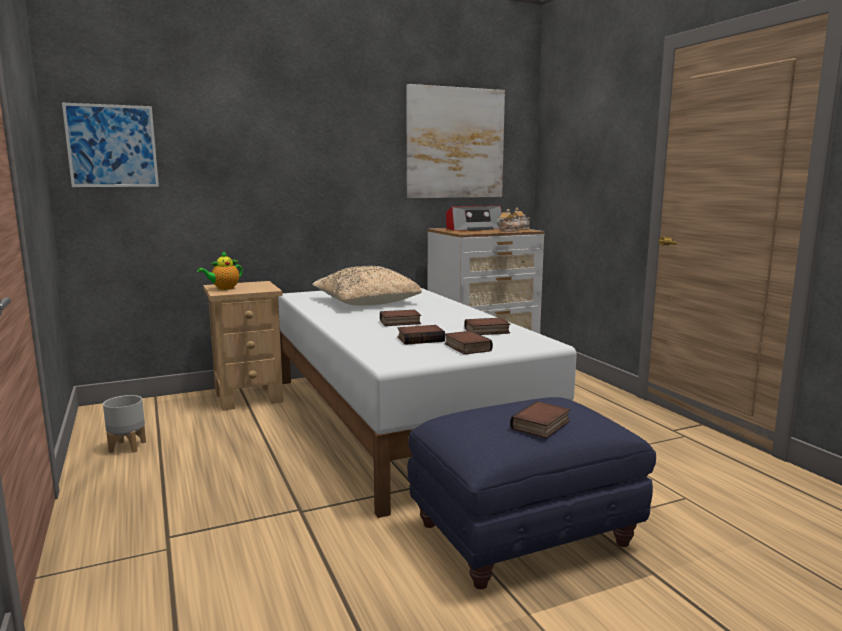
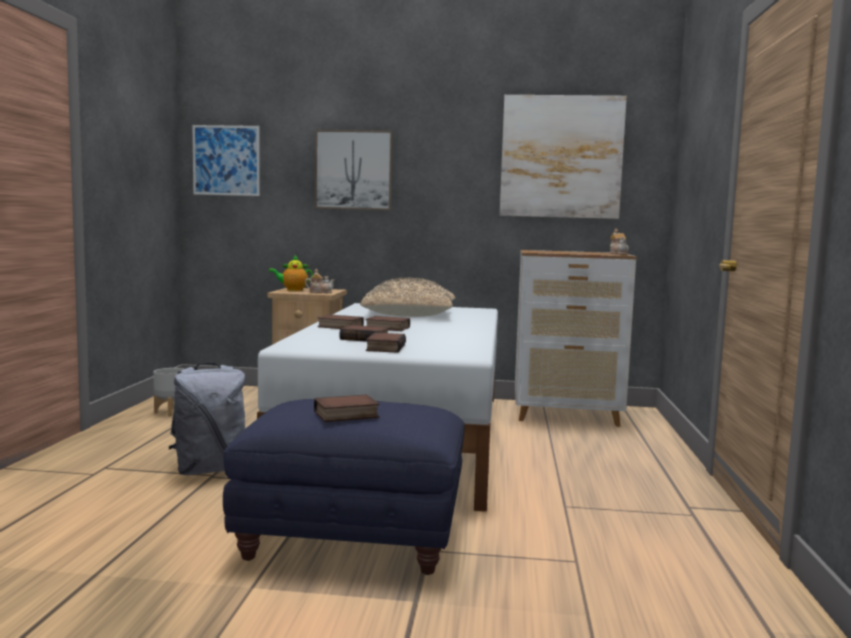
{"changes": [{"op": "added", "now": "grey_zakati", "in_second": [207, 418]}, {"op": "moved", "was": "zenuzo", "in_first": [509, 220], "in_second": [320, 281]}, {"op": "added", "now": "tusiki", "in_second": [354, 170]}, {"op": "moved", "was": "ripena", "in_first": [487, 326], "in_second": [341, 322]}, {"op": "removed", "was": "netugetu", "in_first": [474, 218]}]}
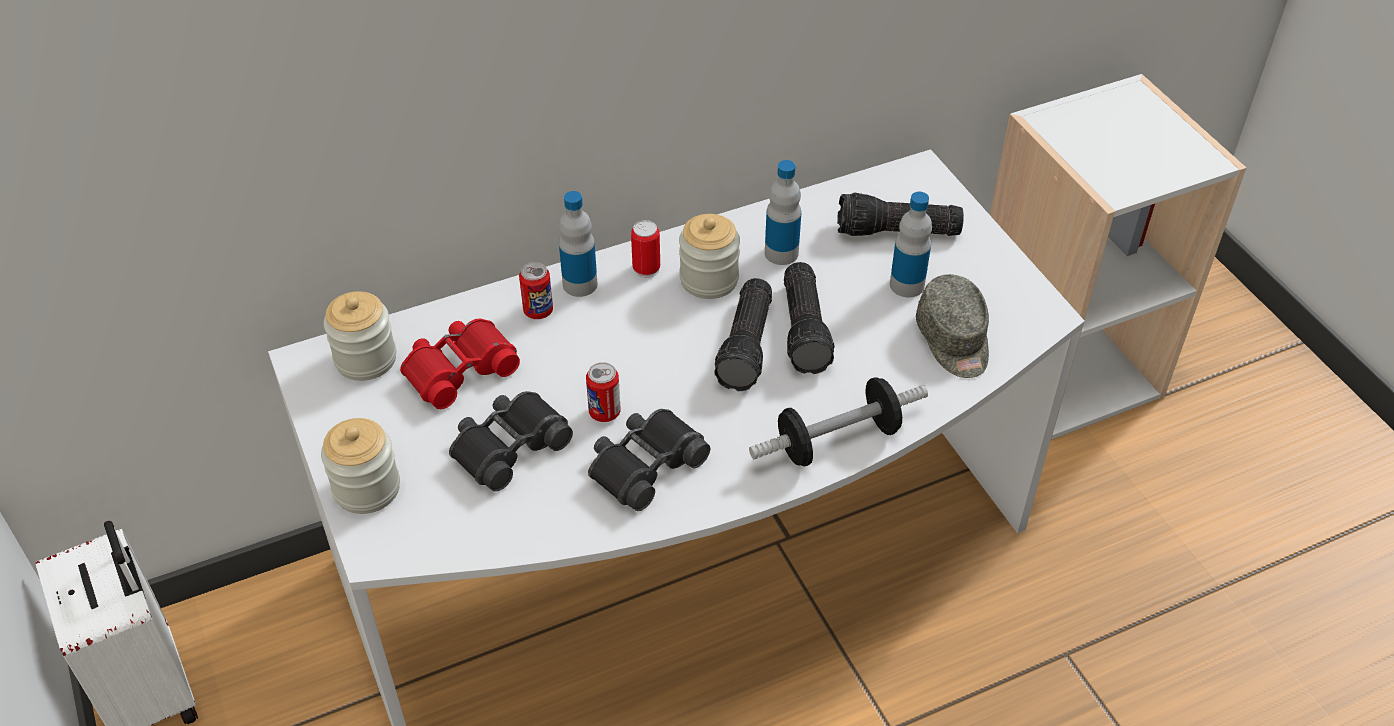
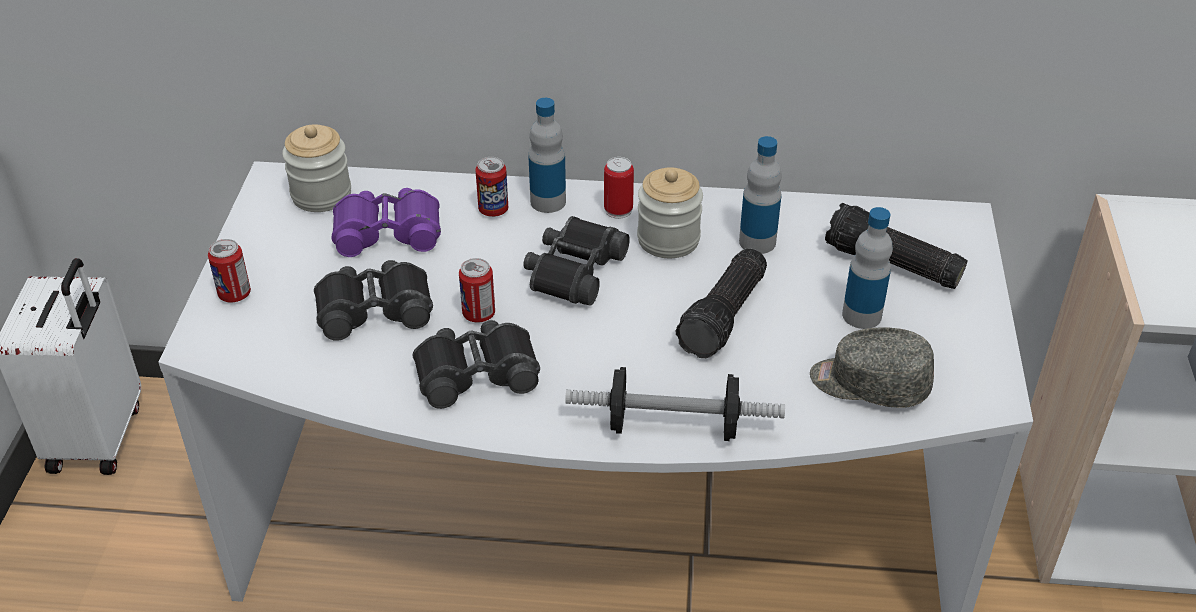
{"changes": [{"op": "replaced", "was": "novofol", "now": "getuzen", "in_first": [360, 466], "in_second": [229, 270]}, {"op": "recoloured", "was": "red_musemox", "now": "purple_musemox", "in_first": [460, 364], "in_second": [386, 222]}, {"op": "added", "now": "black_musemox", "in_second": [576, 261]}, {"op": "turned", "was": "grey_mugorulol", "in_first": [952, 326], "in_second": [872, 367], "clockwise": 90}, {"op": "removed", "was": "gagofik", "in_first": [743, 334]}]}
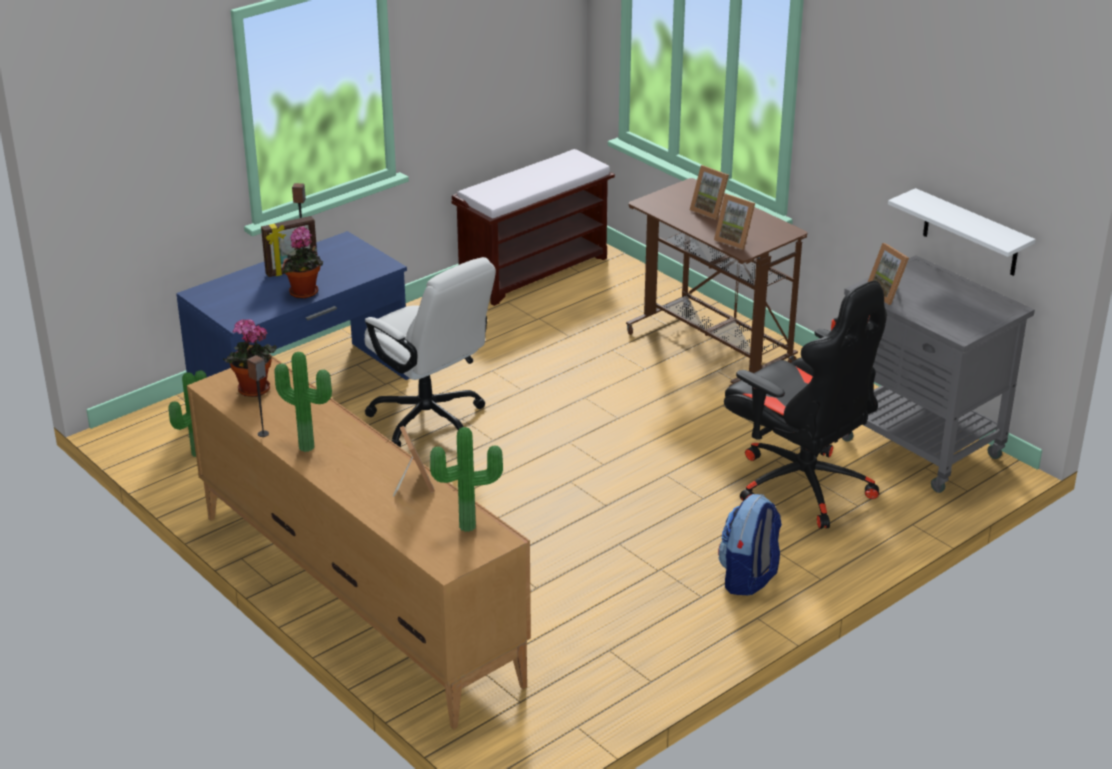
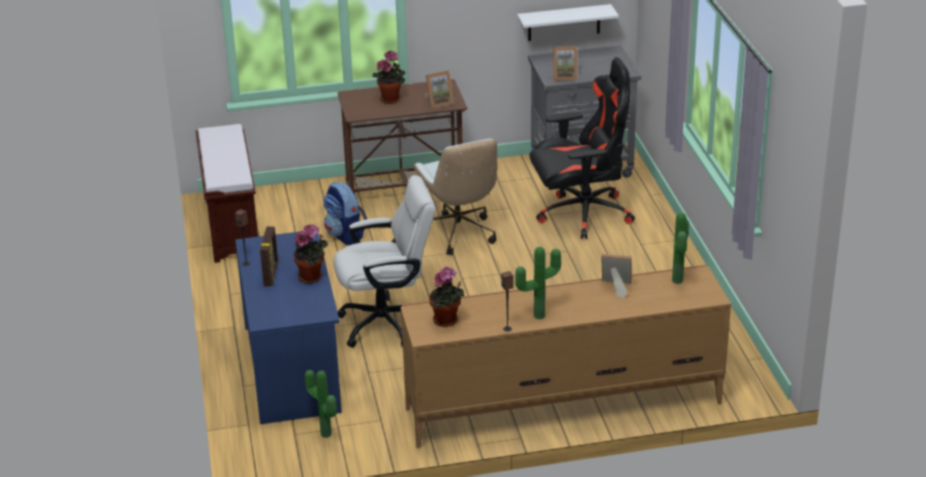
{"changes": [{"op": "moved", "was": "zakati", "in_first": [750, 545], "in_second": [345, 213]}, {"op": "replaced", "was": "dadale", "now": "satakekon", "in_first": [709, 192], "in_second": [389, 77]}, {"op": "added", "now": "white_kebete", "in_second": [456, 197]}]}
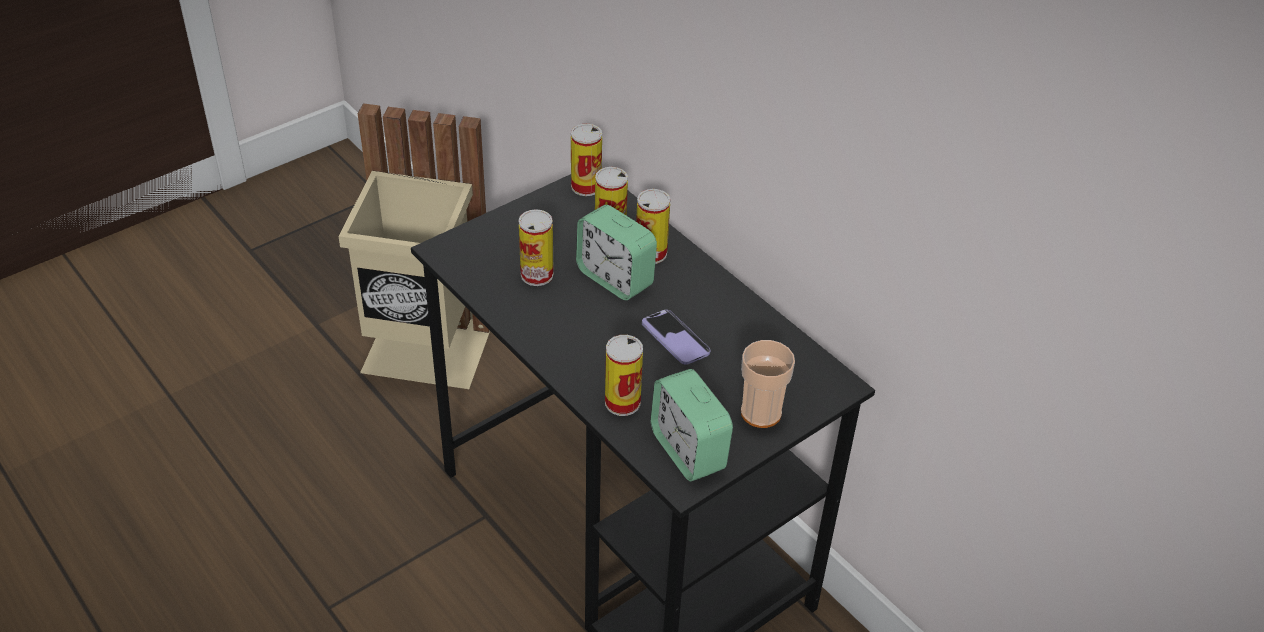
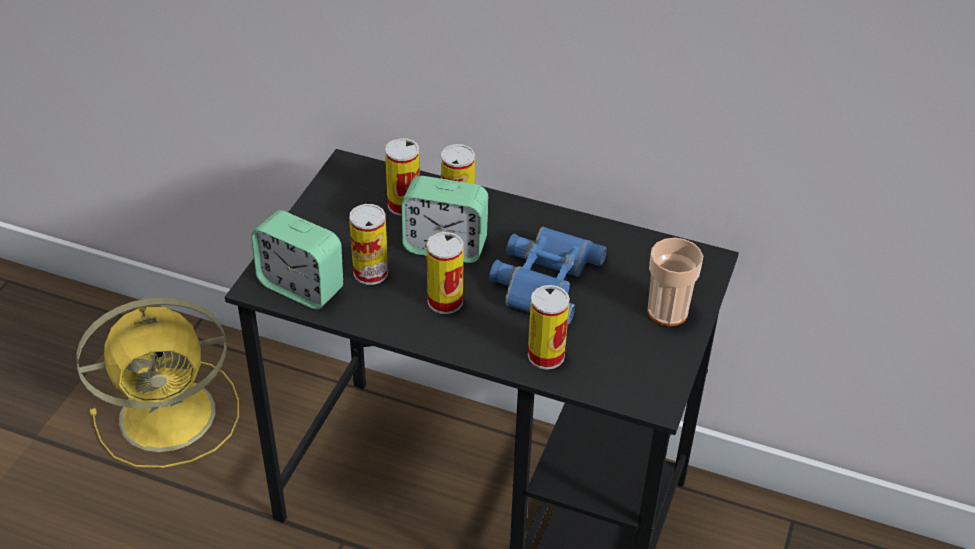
{"changes": [{"op": "replaced", "was": "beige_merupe", "now": "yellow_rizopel", "in_first": [414, 246], "in_second": [158, 382]}, {"op": "moved", "was": "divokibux", "in_first": [692, 425], "in_second": [297, 260]}, {"op": "moved", "was": "getuzen", "in_first": [586, 159], "in_second": [445, 273]}, {"op": "replaced", "was": "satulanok", "now": "blue_musemox", "in_first": [676, 337], "in_second": [548, 275]}]}
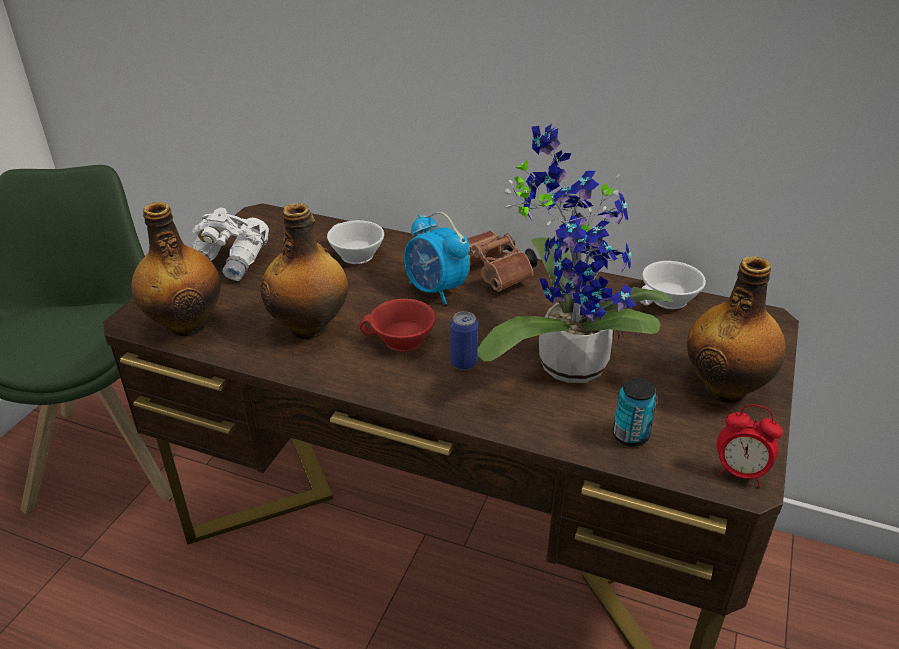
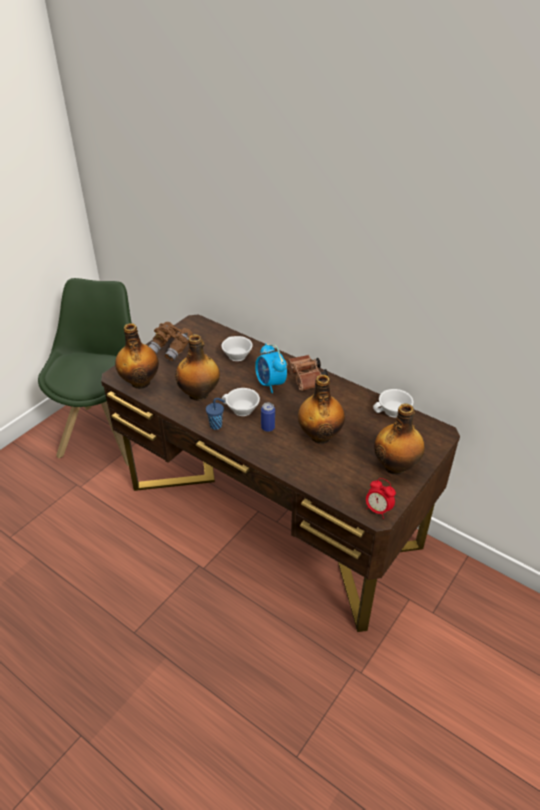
{"changes": [{"op": "recoloured", "was": "white_musemox", "now": "brown_musemox", "in_first": [230, 244], "in_second": [171, 341]}, {"op": "added", "now": "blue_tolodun", "in_second": [215, 414]}, {"op": "recoloured", "was": "red_tolodun", "now": "white_tolodun", "in_first": [397, 325], "in_second": [241, 402]}, {"op": "replaced", "was": "satakekon", "now": "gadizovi", "in_first": [575, 253], "in_second": [321, 409]}, {"op": "removed", "was": "getuzen", "in_first": [635, 413]}]}
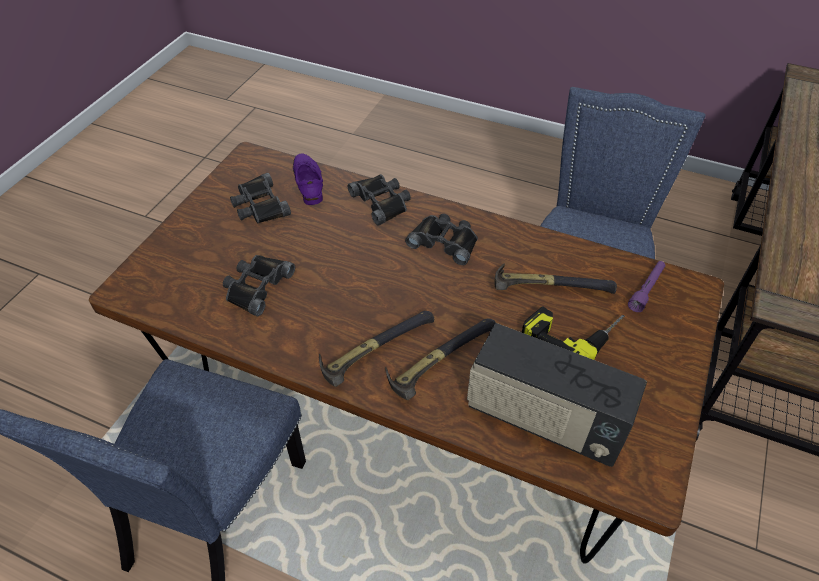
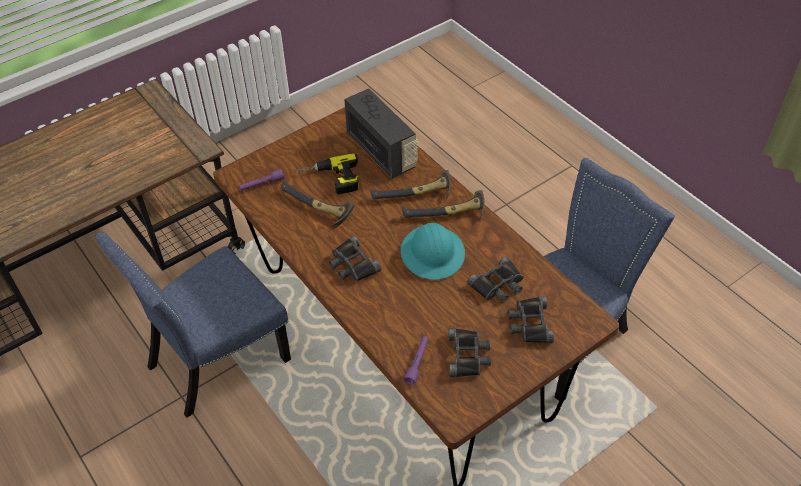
{"changes": [{"op": "added", "now": "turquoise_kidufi", "in_second": [433, 251]}, {"op": "replaced", "was": "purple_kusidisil", "now": "purple_gagofik", "in_first": [308, 179], "in_second": [416, 360]}, {"op": "moved", "was": "black_musemox", "in_first": [379, 200], "in_second": [531, 319]}]}
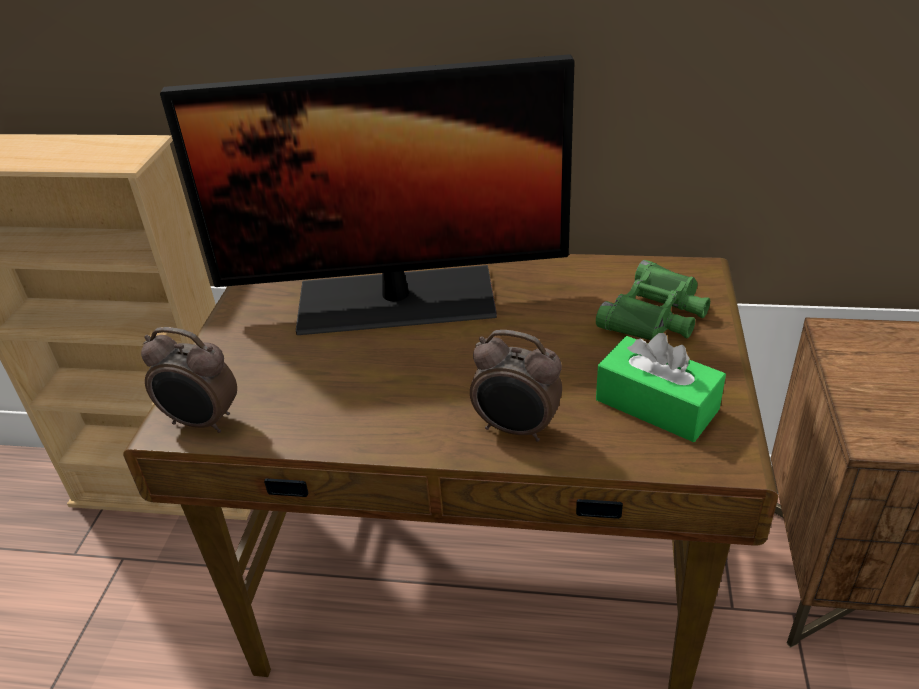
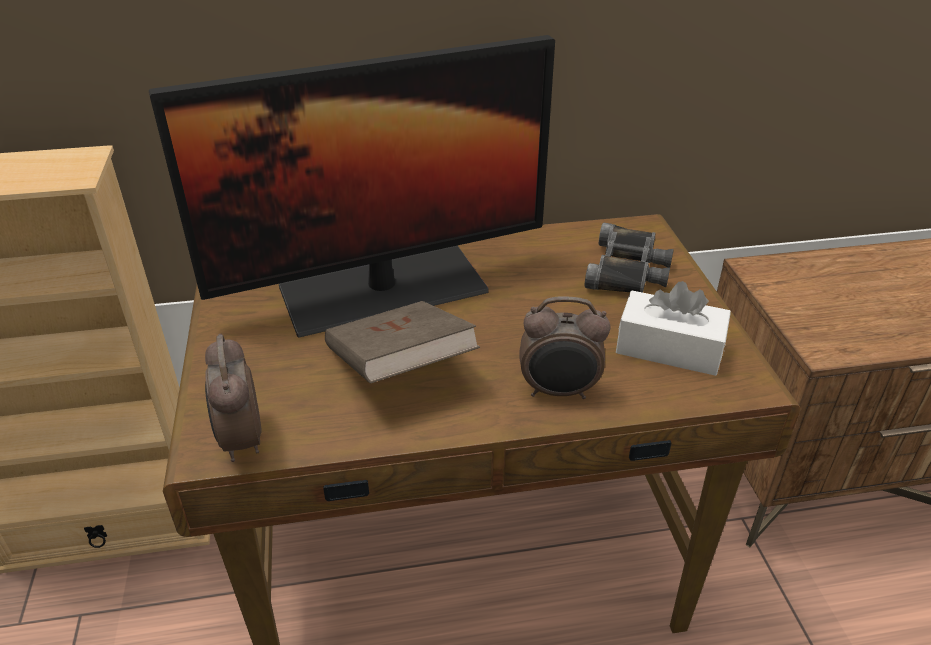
{"changes": [{"op": "turned", "was": "divokibux", "in_first": [189, 380], "in_second": [233, 398], "clockwise": 75}, {"op": "added", "now": "brown_ripena", "in_second": [402, 342]}, {"op": "recoloured", "was": "green_musemox", "now": "black_musemox", "in_first": [653, 300], "in_second": [629, 258]}, {"op": "recoloured", "was": "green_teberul", "now": "white_teberul", "in_first": [661, 387], "in_second": [673, 328]}]}
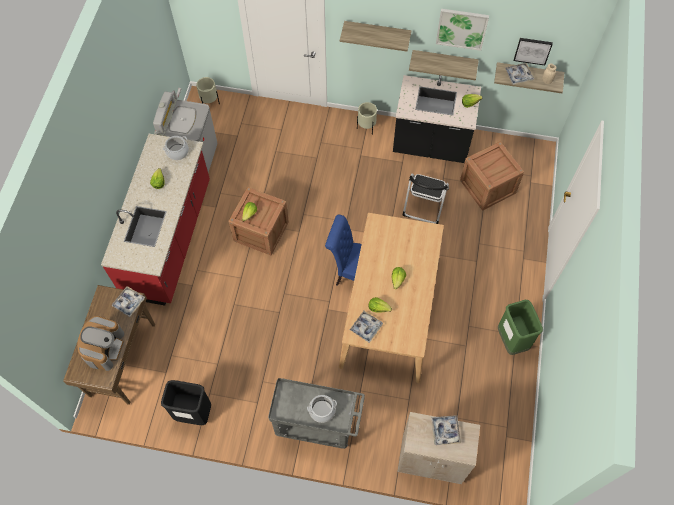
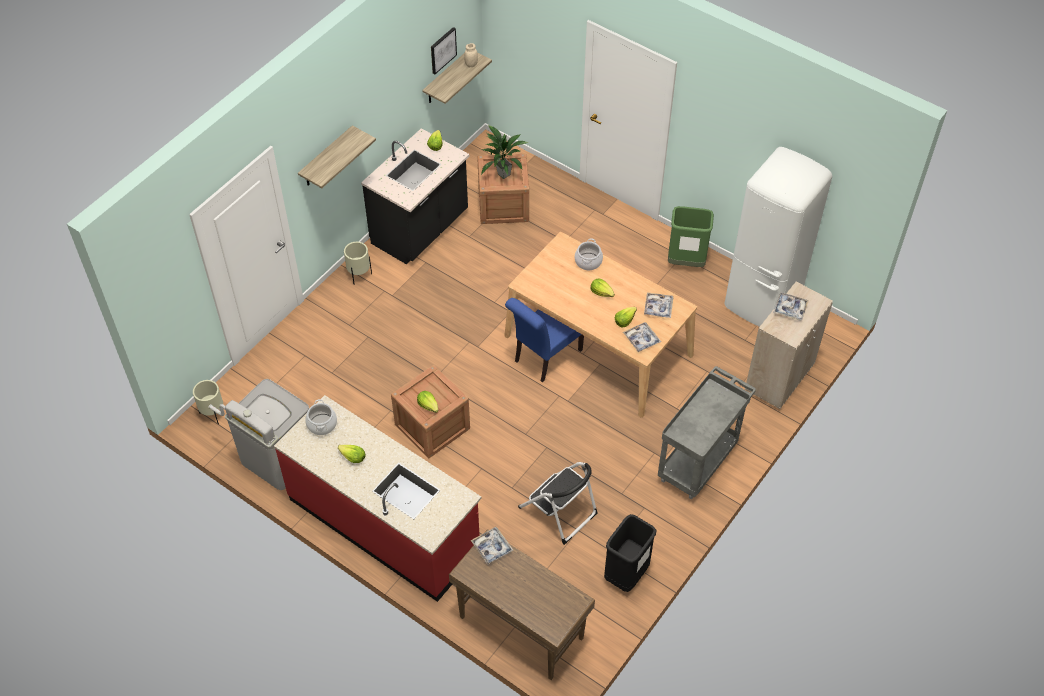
{"changes": [{"op": "added", "now": "satakekon", "in_second": [505, 152]}, {"op": "moved", "was": "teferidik", "in_first": [425, 198], "in_second": [558, 503]}, {"op": "moved", "was": "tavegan", "in_first": [322, 409], "in_second": [589, 254]}, {"op": "moved", "was": "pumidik", "in_first": [519, 74], "in_second": [658, 305]}, {"op": "added", "now": "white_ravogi", "in_second": [778, 237]}, {"op": "removed", "was": "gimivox", "in_first": [100, 343]}, {"op": "removed", "was": "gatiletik", "in_first": [444, 65]}, {"op": "removed", "was": "tusiki", "in_first": [462, 30]}]}
